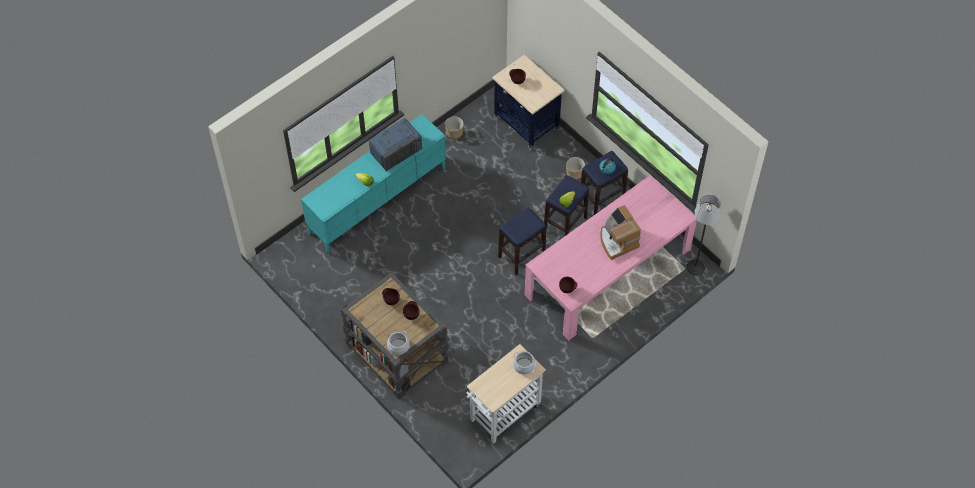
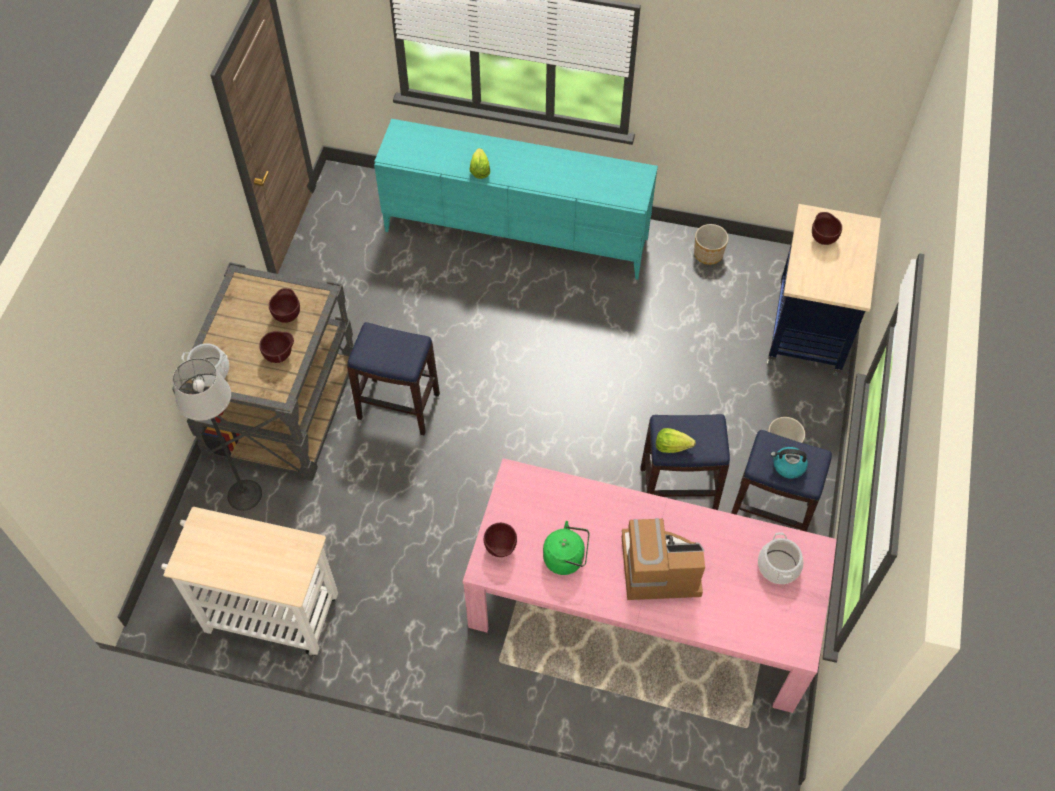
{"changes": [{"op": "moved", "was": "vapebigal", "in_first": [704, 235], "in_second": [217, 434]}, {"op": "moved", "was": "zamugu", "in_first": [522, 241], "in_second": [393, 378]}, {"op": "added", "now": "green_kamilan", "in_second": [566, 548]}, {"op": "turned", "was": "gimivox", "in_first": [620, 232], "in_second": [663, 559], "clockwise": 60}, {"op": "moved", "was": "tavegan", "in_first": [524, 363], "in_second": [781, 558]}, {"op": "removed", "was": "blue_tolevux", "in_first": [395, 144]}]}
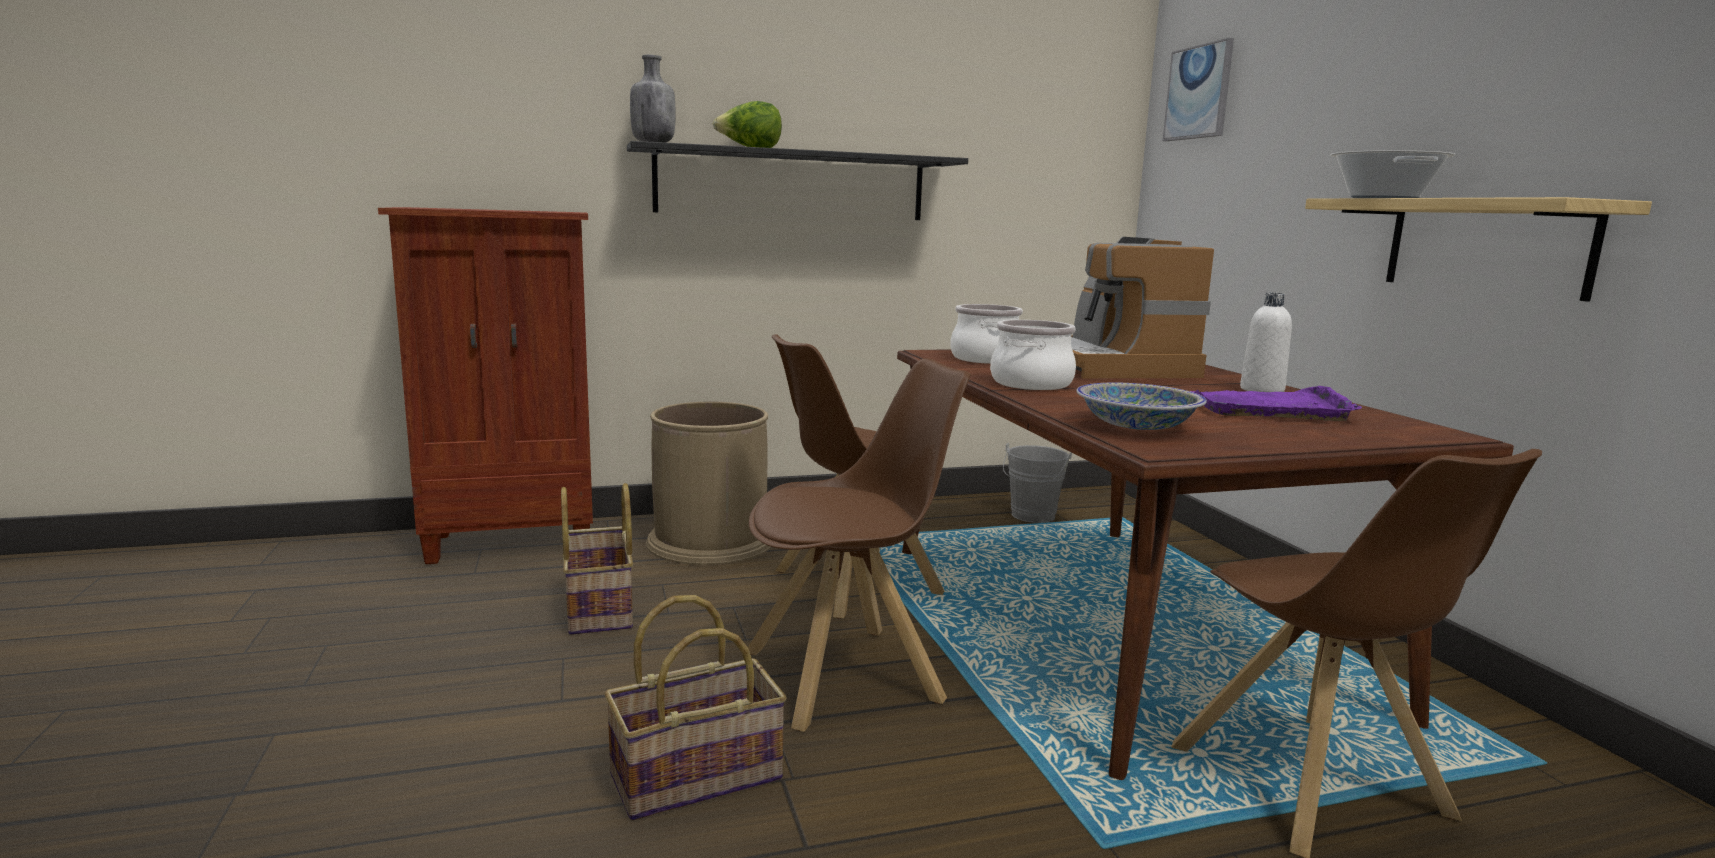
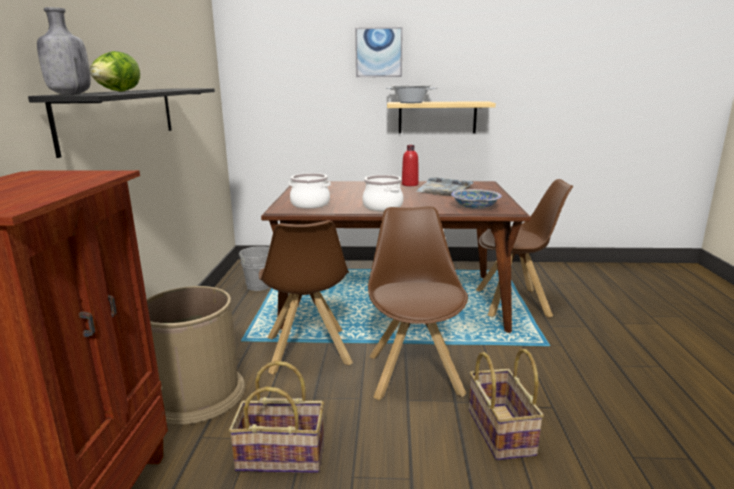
{"changes": [{"op": "moved", "was": "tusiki", "in_first": [1198, 89], "in_second": [379, 52]}, {"op": "recoloured", "was": "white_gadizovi", "now": "red_gadizovi", "in_first": [1266, 342], "in_second": [410, 165]}, {"op": "recoloured", "was": "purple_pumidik", "now": "grey_pumidik", "in_first": [1276, 403], "in_second": [445, 186]}, {"op": "removed", "was": "gimivox", "in_first": [1142, 307]}]}
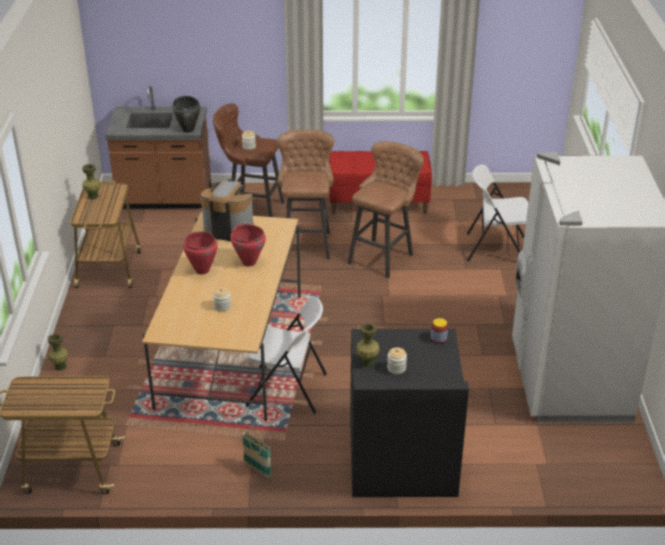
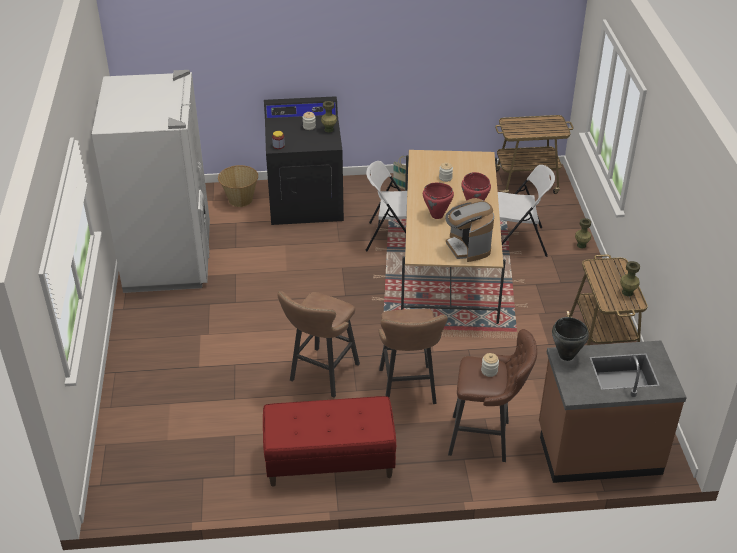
{"changes": [{"op": "added", "now": "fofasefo", "in_second": [238, 186]}, {"op": "turned", "was": "gimivox", "in_first": [227, 210], "in_second": [469, 230], "clockwise": 60}, {"op": "moved", "was": "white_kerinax", "in_first": [497, 213], "in_second": [526, 211]}]}
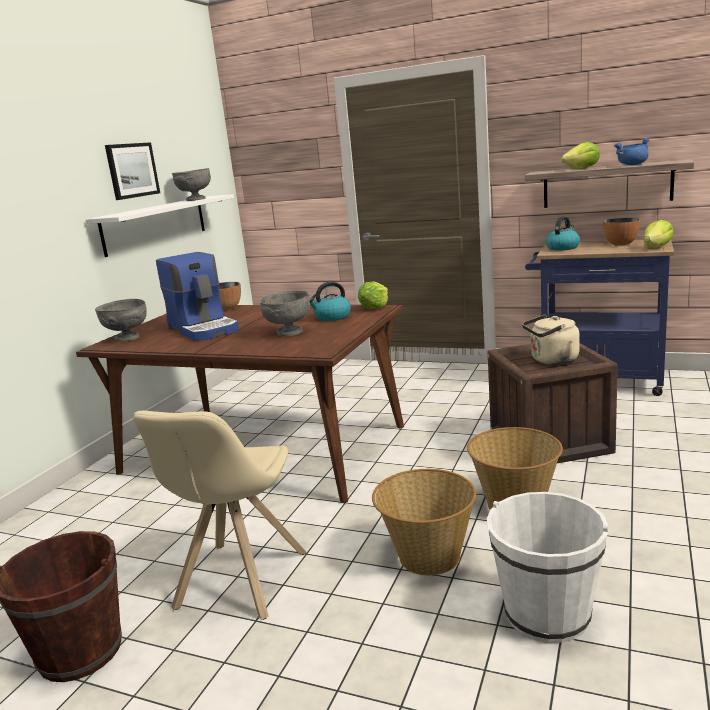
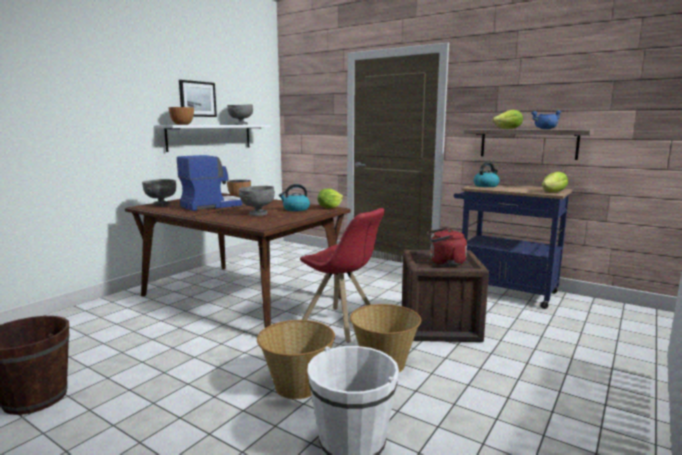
{"changes": [{"op": "moved", "was": "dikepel", "in_first": [621, 232], "in_second": [181, 116]}, {"op": "turned", "was": "gimivox", "in_first": [197, 296], "in_second": [209, 183], "clockwise": -105}, {"op": "added", "now": "red_kerinax", "in_second": [342, 275]}, {"op": "recoloured", "was": "beige_kamilan", "now": "red_kamilan", "in_first": [551, 339], "in_second": [447, 247]}, {"op": "removed", "was": "beige_kerinax", "in_first": [220, 515]}]}
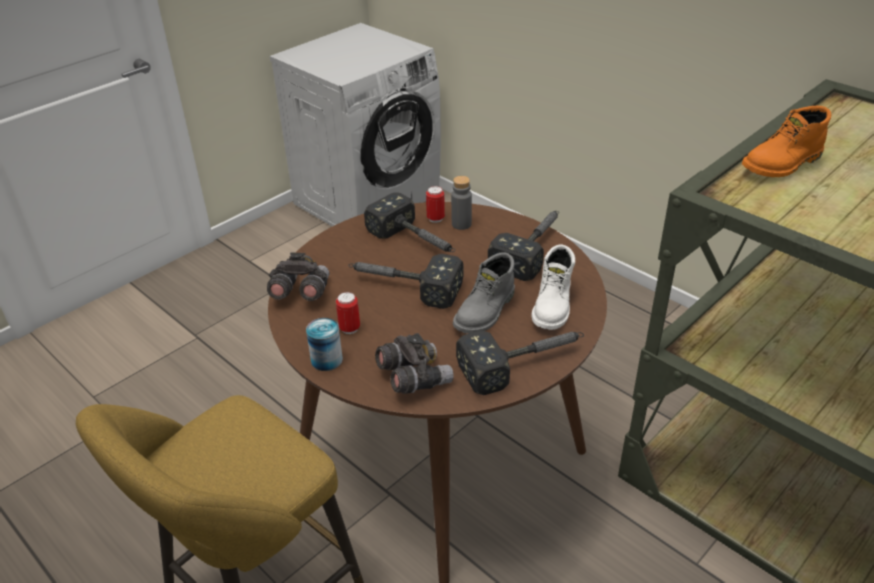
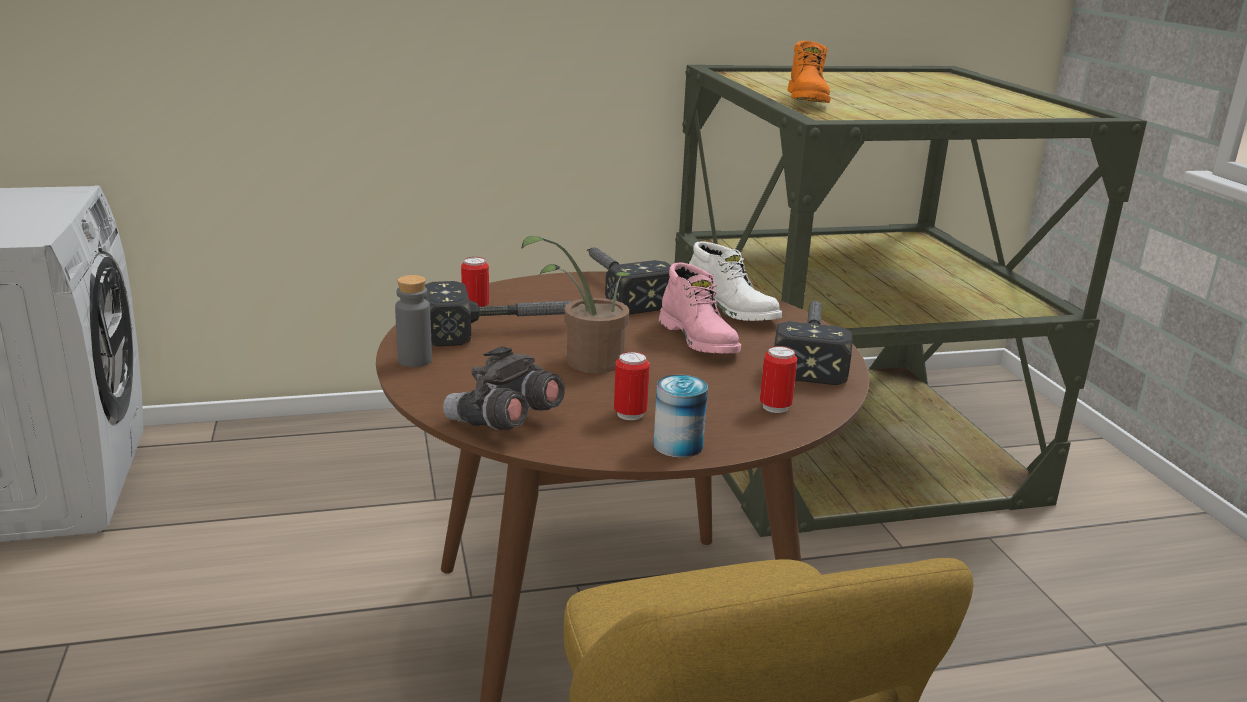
{"changes": [{"op": "moved", "was": "grey_gadizovi", "in_first": [461, 203], "in_second": [413, 321]}, {"op": "replaced", "was": "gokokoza", "now": "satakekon", "in_first": [405, 281], "in_second": [576, 304]}, {"op": "recoloured", "was": "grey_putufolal", "now": "pink_putufolal", "in_first": [484, 293], "in_second": [700, 308]}, {"op": "replaced", "was": "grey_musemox", "now": "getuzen", "in_first": [414, 363], "in_second": [778, 379]}]}
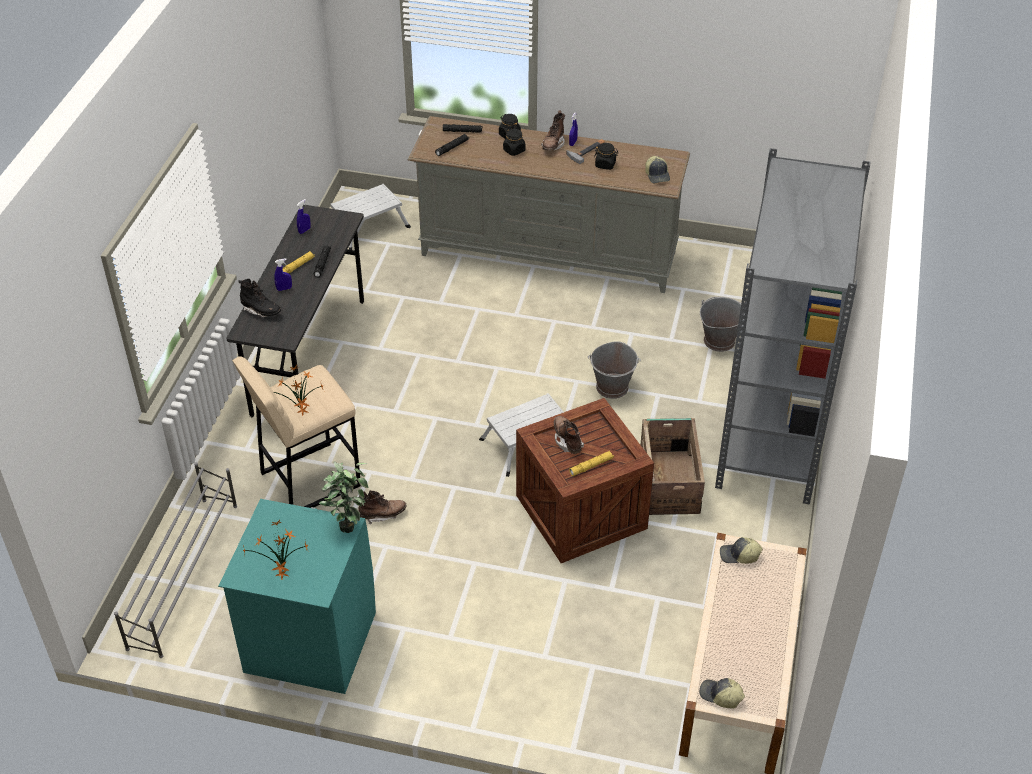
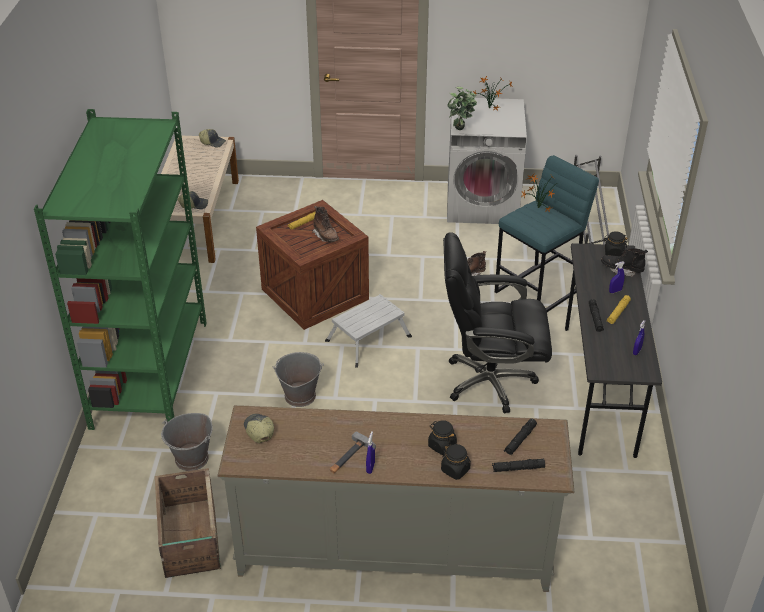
{"changes": [{"op": "recoloured", "was": "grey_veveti", "now": "green_veveti", "in_first": [792, 326], "in_second": [120, 269]}, {"op": "moved", "was": "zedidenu", "in_first": [673, 466], "in_second": [188, 523]}, {"op": "added", "now": "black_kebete", "in_second": [497, 322]}, {"op": "recoloured", "was": "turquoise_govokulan", "now": "white_govokulan", "in_first": [297, 596], "in_second": [487, 160]}, {"op": "recoloured", "was": "beige_zamugu", "now": "turquoise_zamugu", "in_first": [296, 432], "in_second": [547, 233]}, {"op": "moved", "was": "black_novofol", "in_first": [606, 156], "in_second": [616, 243]}, {"op": "removed", "was": "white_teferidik", "in_first": [370, 217]}, {"op": "removed", "was": "brown_putufolal", "in_first": [553, 130]}]}
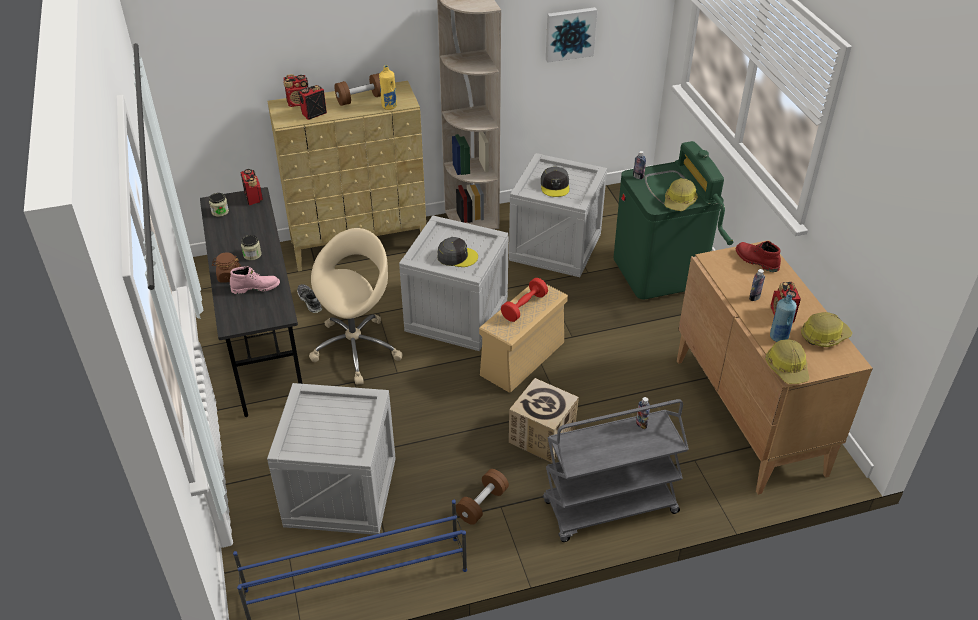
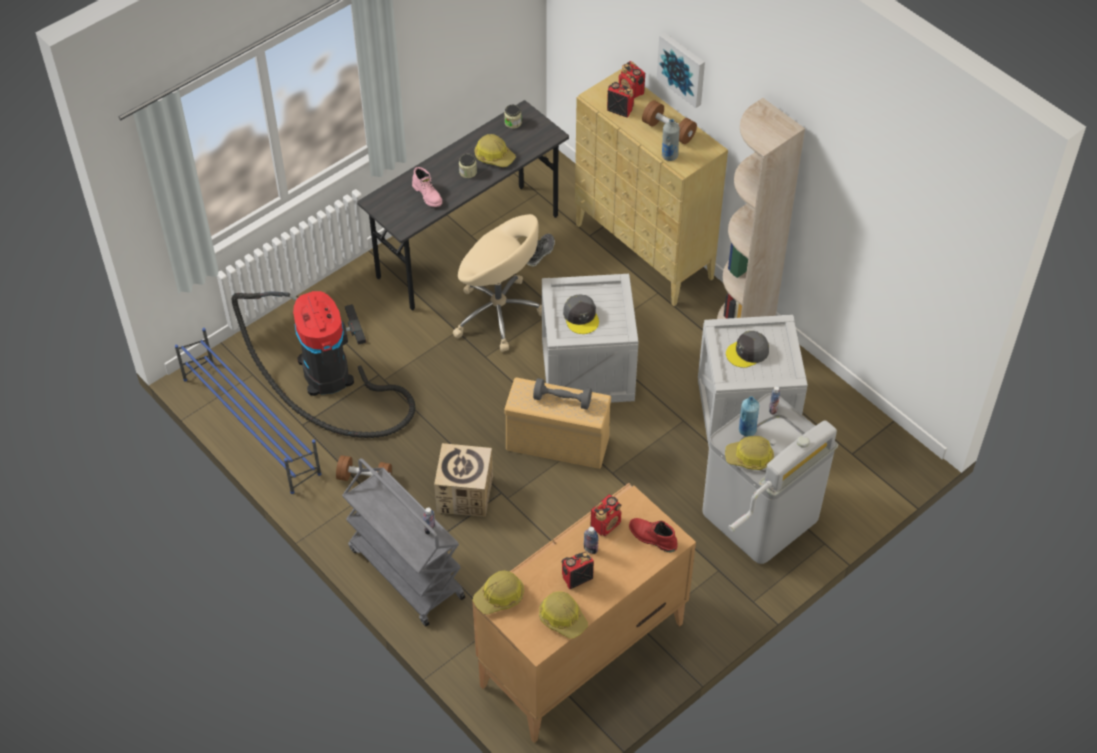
{"changes": [{"op": "replaced", "was": "zedidenu", "now": "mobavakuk", "in_first": [331, 459], "in_second": [323, 364]}, {"op": "added", "now": "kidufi", "in_second": [495, 150]}, {"op": "recoloured", "was": "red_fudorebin", "now": "grey_fudorebin", "in_first": [524, 300], "in_second": [562, 393]}, {"op": "moved", "was": "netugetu", "in_first": [251, 187], "in_second": [606, 515]}, {"op": "turned", "was": "red_putufolal", "in_first": [758, 256], "in_second": [653, 535], "clockwise": -75}, {"op": "moved", "was": "tusiki", "in_first": [571, 35], "in_second": [681, 70]}, {"op": "recoloured", "was": "yellow_gadizovi", "now": "grey_gadizovi", "in_first": [388, 87], "in_second": [671, 140]}, {"op": "recoloured", "was": "green_govokulan", "now": "grey_govokulan", "in_first": [673, 220], "in_second": [770, 478]}, {"op": "moved", "was": "blue_gadizovi", "in_first": [783, 318], "in_second": [749, 416]}, {"op": "removed", "was": "brown_novofol", "in_first": [226, 267]}]}
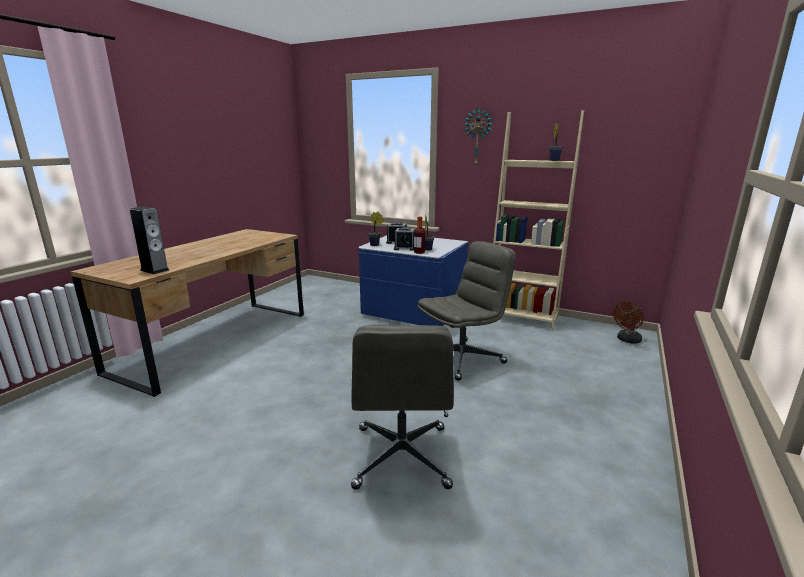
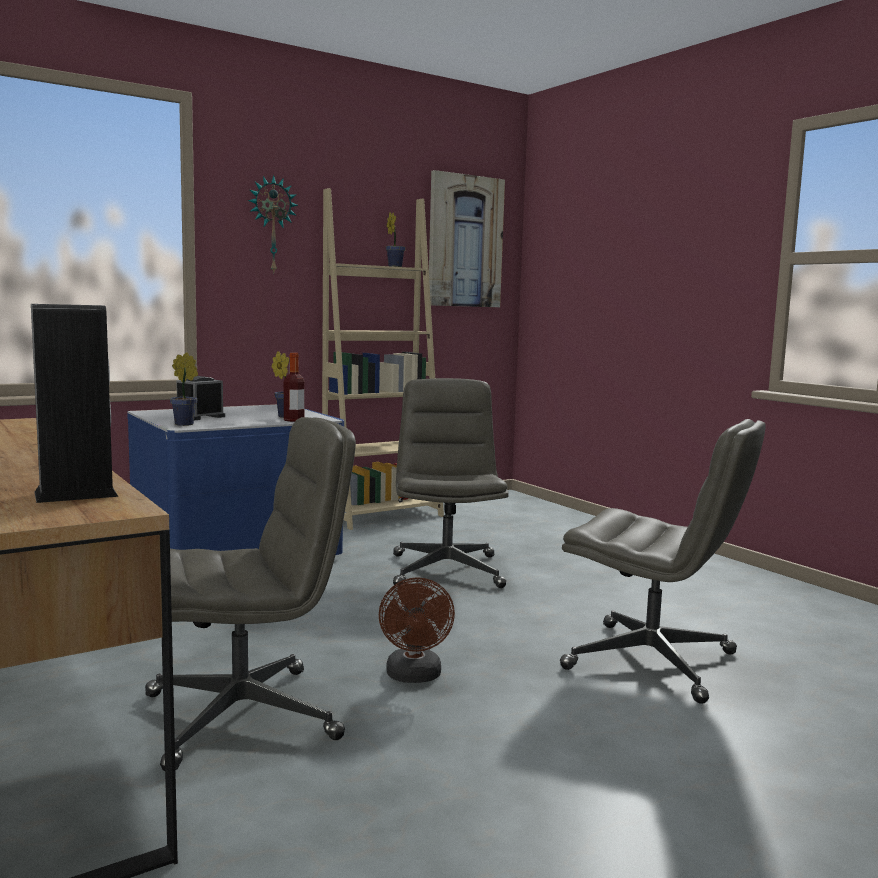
{"changes": [{"op": "added", "now": "grey_kebete", "in_second": [250, 594]}, {"op": "moved", "was": "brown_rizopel", "in_first": [628, 322], "in_second": [417, 630]}, {"op": "added", "now": "tusiki", "in_second": [467, 238]}, {"op": "removed", "was": "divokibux", "in_first": [404, 239]}]}
